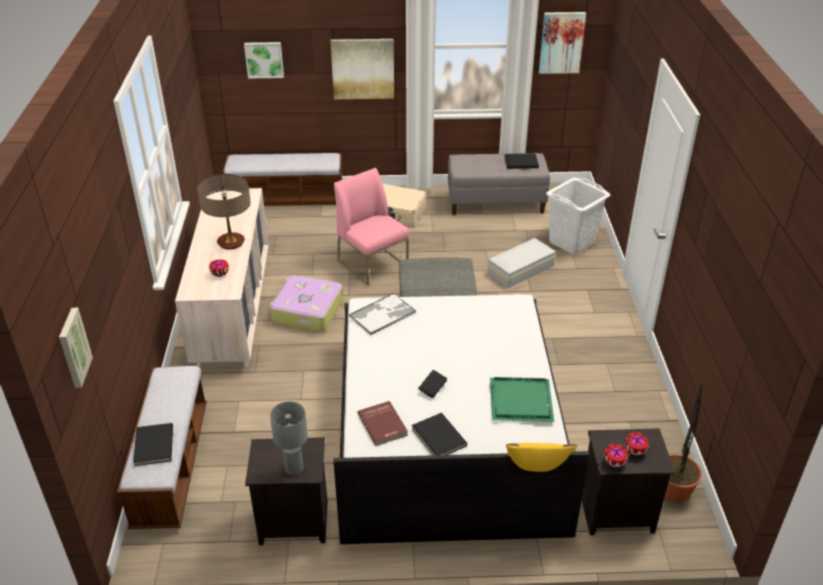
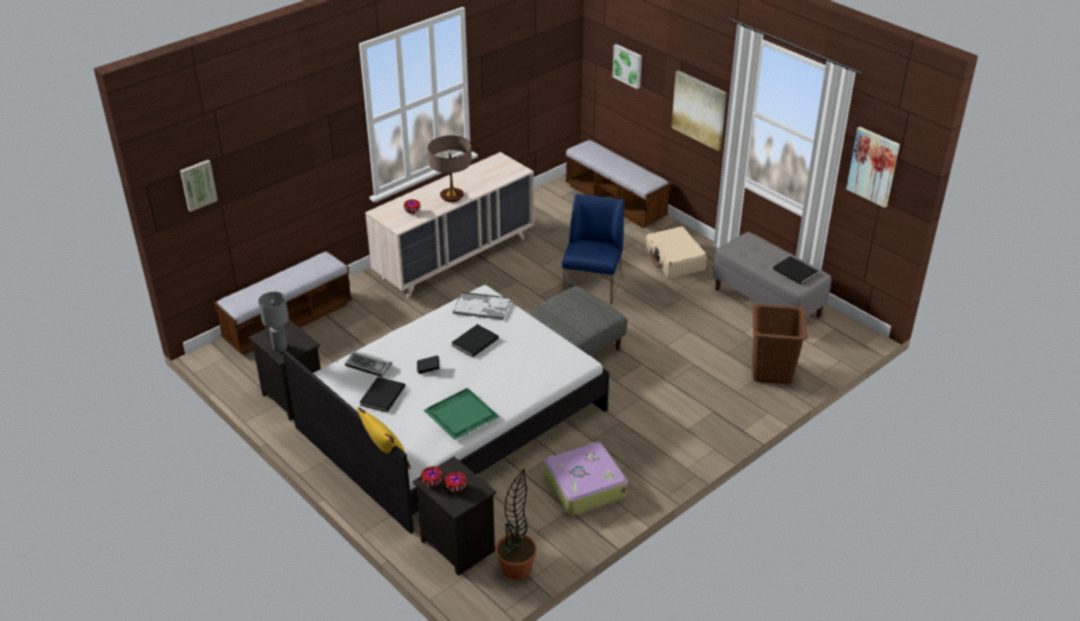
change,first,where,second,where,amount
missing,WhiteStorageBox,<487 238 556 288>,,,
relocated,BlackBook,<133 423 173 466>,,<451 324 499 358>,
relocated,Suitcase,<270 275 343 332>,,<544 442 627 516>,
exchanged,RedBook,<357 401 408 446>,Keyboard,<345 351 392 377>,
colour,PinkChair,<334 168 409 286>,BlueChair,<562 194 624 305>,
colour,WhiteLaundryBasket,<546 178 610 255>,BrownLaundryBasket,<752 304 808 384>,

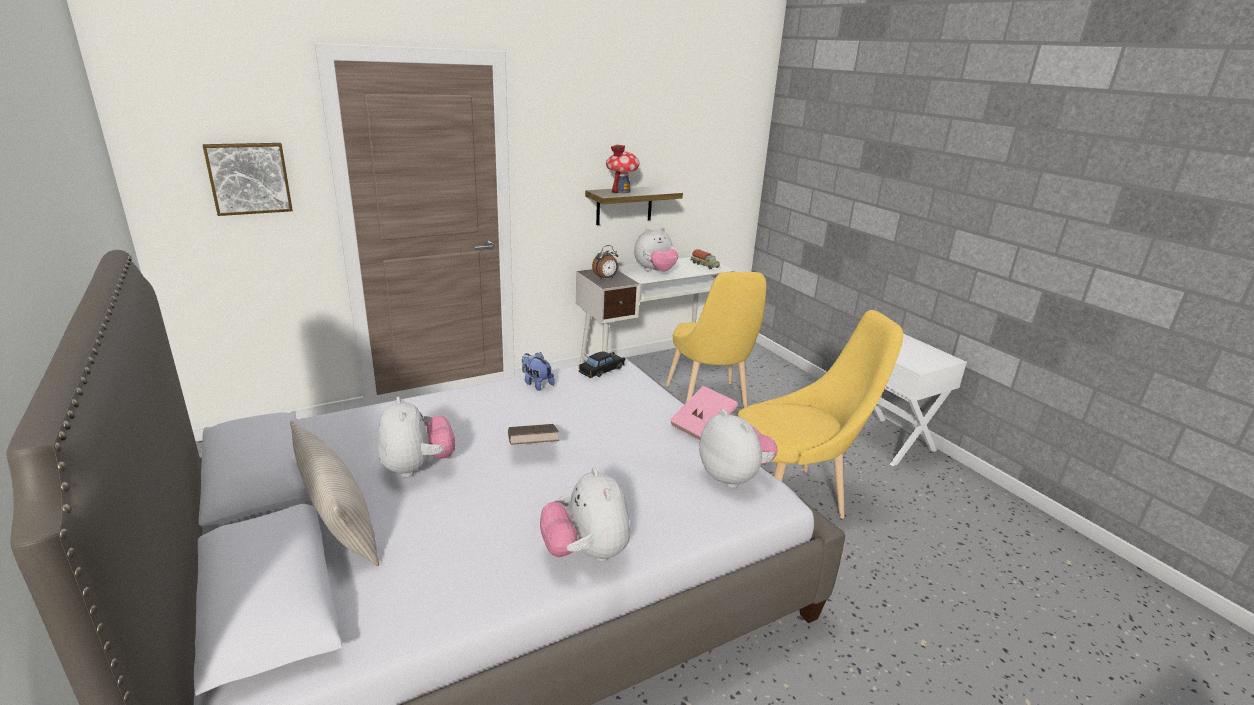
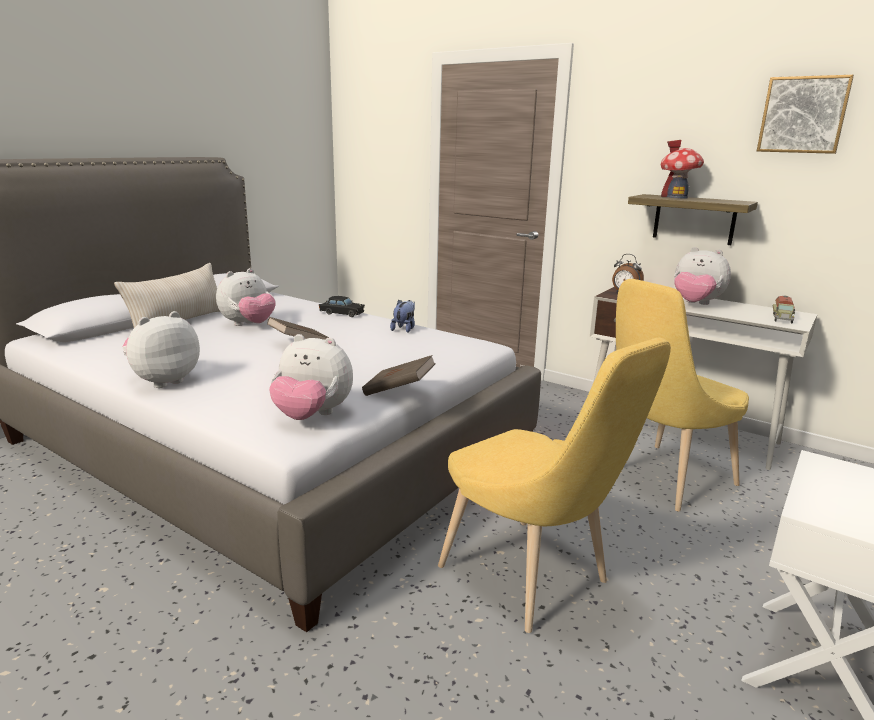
change,first,where,second,where,amount
relocated,Picture,<203 143 293 216>,,<757 75 854 154>,
relocated,BlackToyCar,<579 351 626 378>,,<319 296 365 317>,
colour,PinkBook,<669 386 738 441>,BrownBook,<362 355 436 396>,
spun,PlushToy,<699 409 778 488>,,<269 334 353 420>,75 degrees clockwise

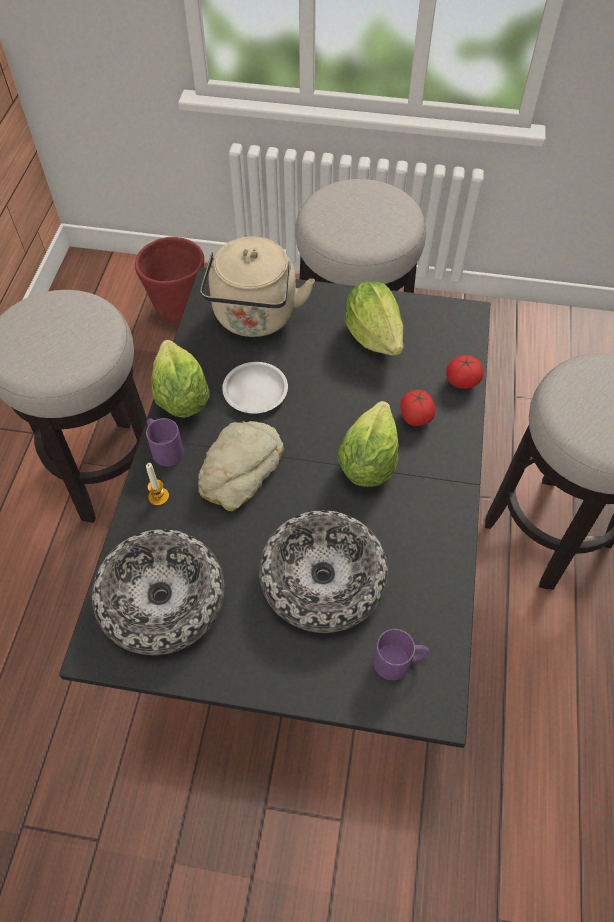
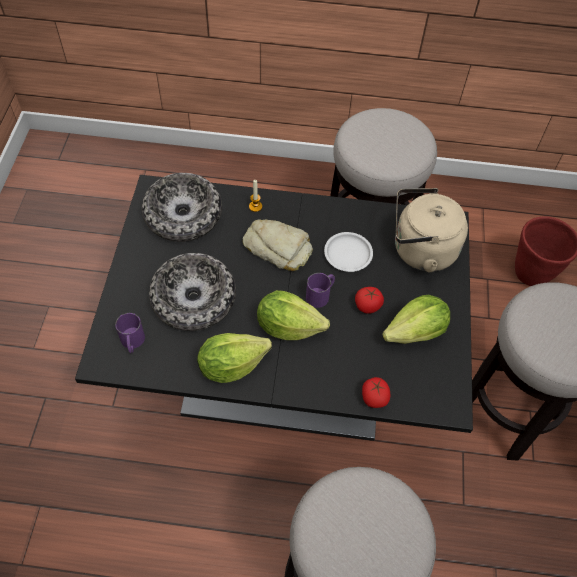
change,first,where,second,where,amount
relocated,PurpleMug,<146 418 184 466>,,<306 273 335 308>,
relocated,Lettuce,<152 340 210 418>,,<197 333 272 383>,
relocated,Tomato,<400 390 435 426>,,<355 287 384 314>,

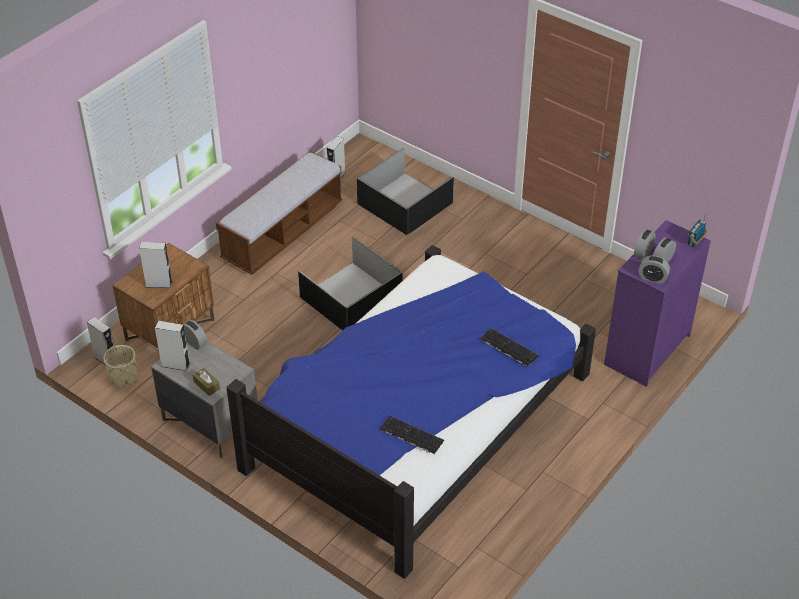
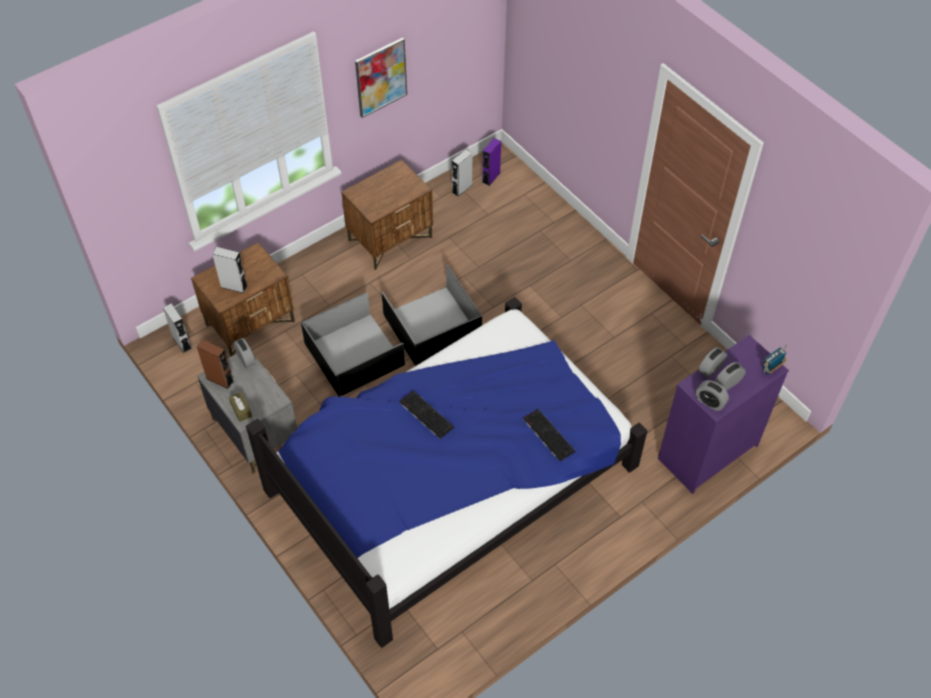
change,first,where,second,where,amount
missing,BeigePlanter,<104 345 138 387>,,,
appeared,,,Picture,<355 38 407 118>,
appeared,,,PurpleSpeaker,<482 138 501 186>,
relocated,BlackStorageBox,<357 148 454 235>,,<301 292 405 397>,
relocated,Keyboard,<380 416 444 454>,,<399 391 454 439>,
exchanged,Bench,<216 151 342 274>,BrownNightstand,<341 160 433 270>,
colour,GreySpeaker,<155 321 190 371>,BrownSpeaker,<197 340 234 389>,

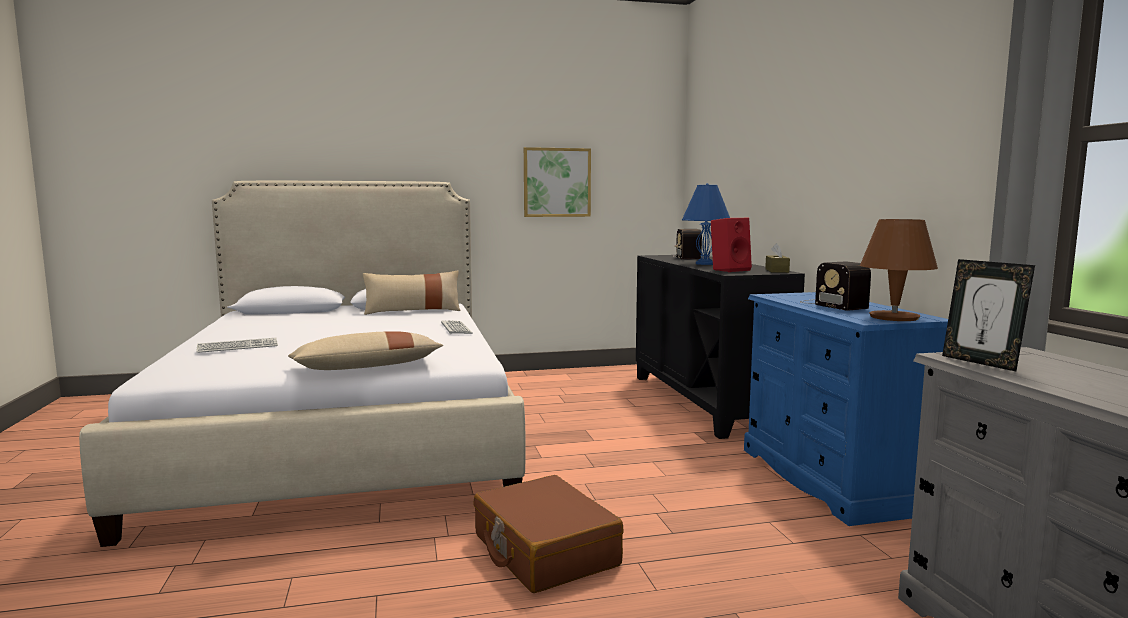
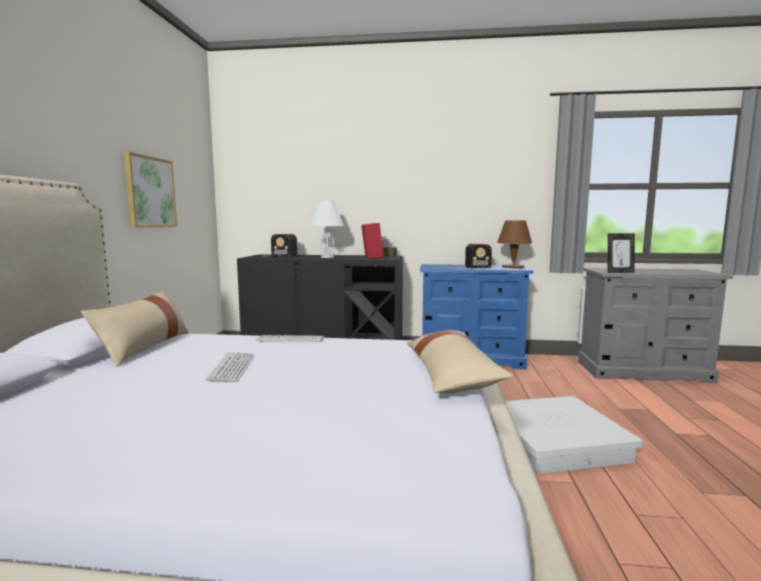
change,first,where,second,where,amount
relocated,Keyboard,<196 338 278 353>,,<206 352 254 382>,
exchanged,BrownSuitcase,<473 475 624 593>,WhiteStorageBox,<506 396 643 474>,
colour,BlueTableLamp,<682 183 730 265>,WhiteTableLamp,<310 200 344 258>,

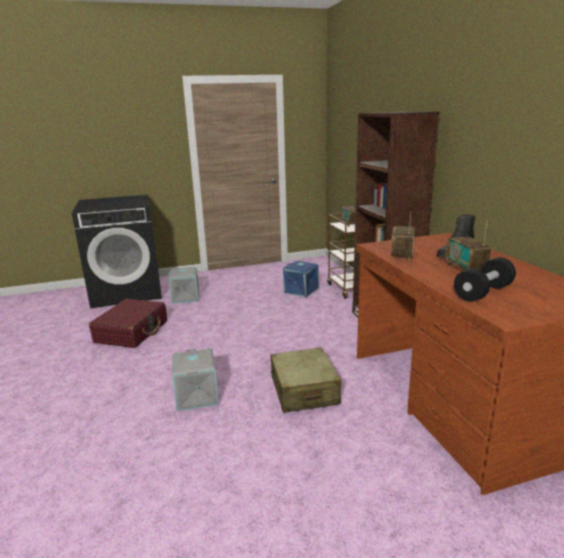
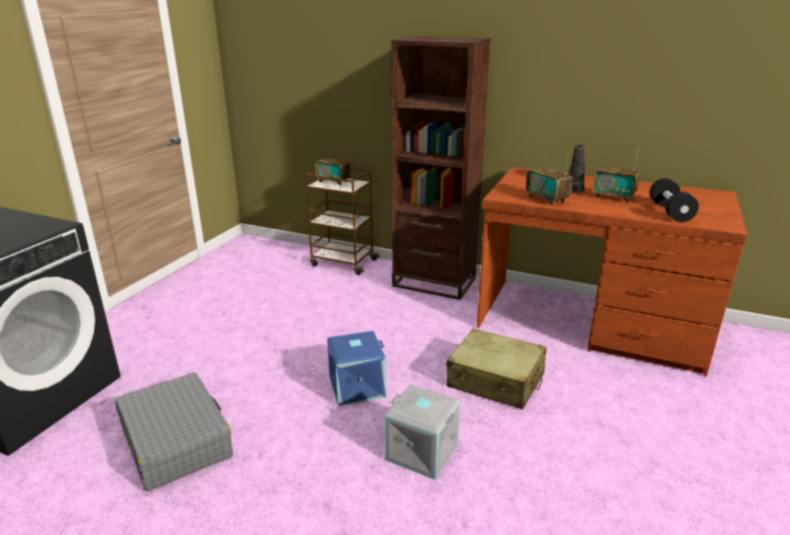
change,first,where,second,where,amount
missing,GreyStorageBox,<168 267 199 304>,,,
relocated,BlueStorageBox,<283 261 319 298>,,<327 331 386 406>,
colour,RedSuitcase,<89 299 167 348>,GreySuitcase,<115 373 233 491>,

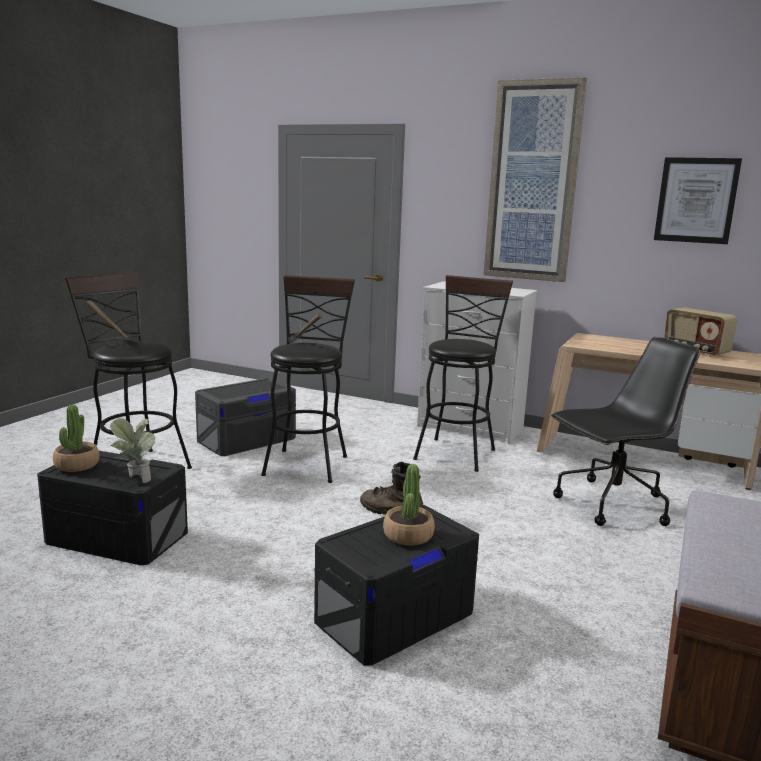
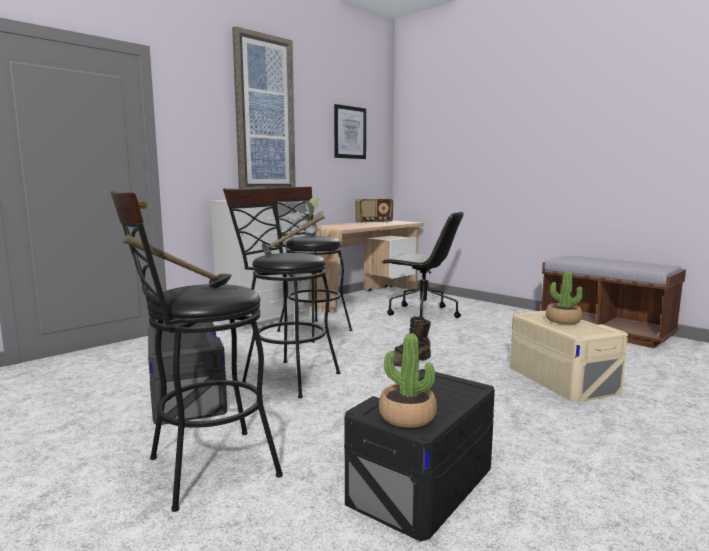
change,first,where,second,where,amount
relocated,PottedPlant,<110 418 155 483>,,<296 197 324 236>,
colour,BlackStorageBox,<314 505 479 666>,BeigeStorageBox,<510 310 628 403>,
spun,BlackOfficeChair,<551 337 700 526>,,<382 211 464 318>,120 degrees clockwise

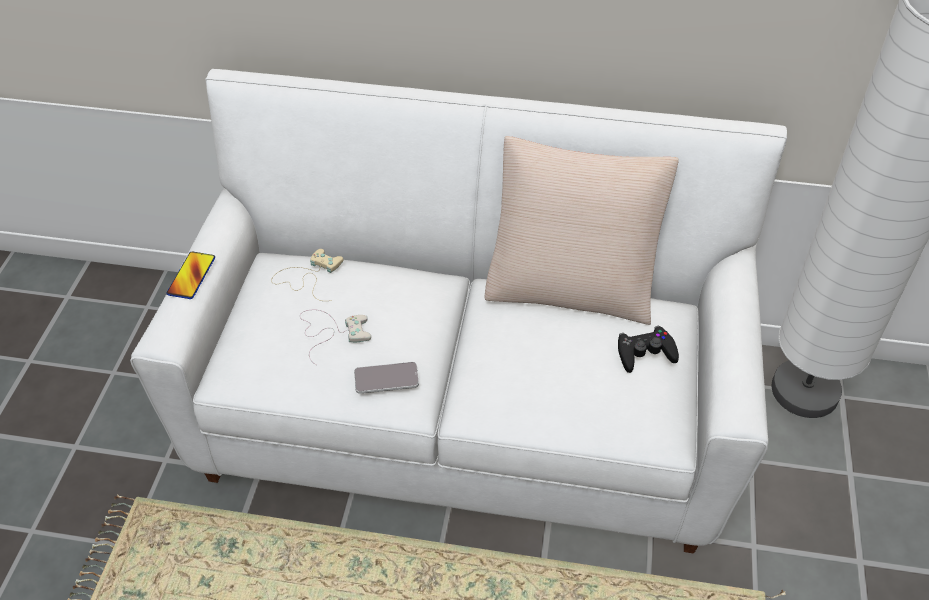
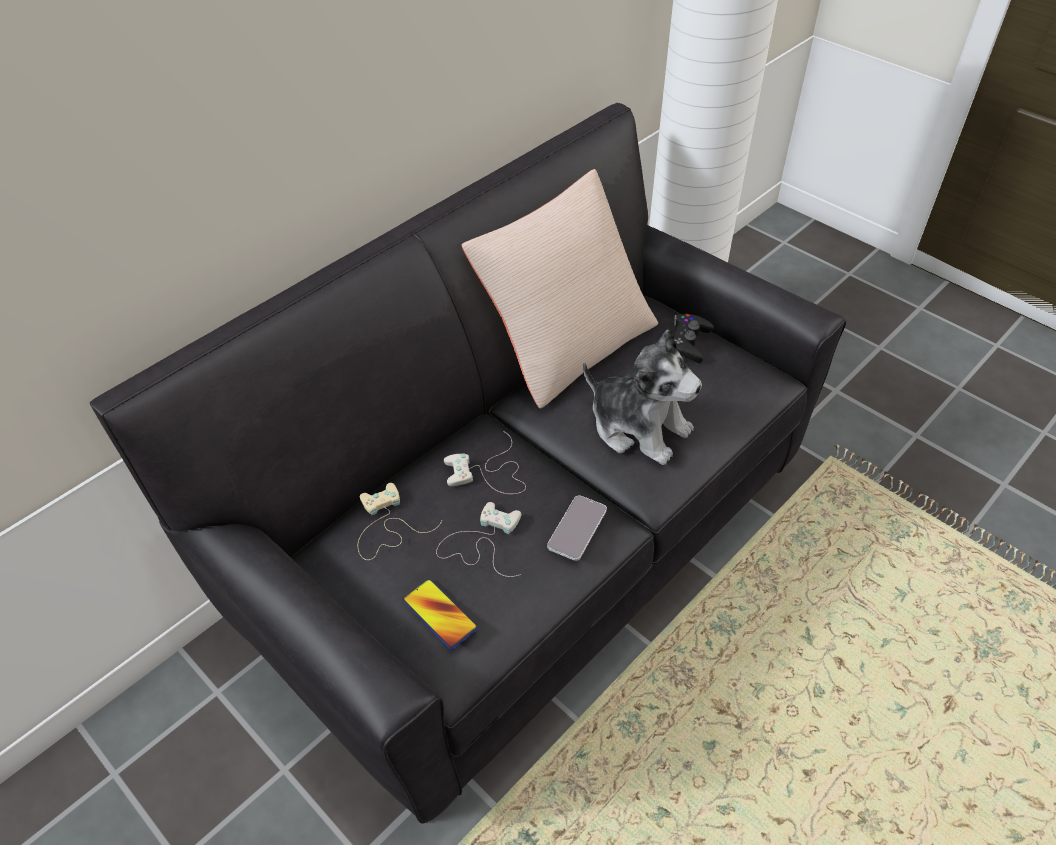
change,first,where,second,where,amount
appeared,,,WhiteGameController,<444 431 526 494>,
appeared,,,PlushToy,<583 330 702 465>,
relocated,Phone,<167 251 215 299>,,<403 579 478 649>,
colour,WhiteSofa,<130 69 787 553>,BlackSofa,<90 103 846 824>,

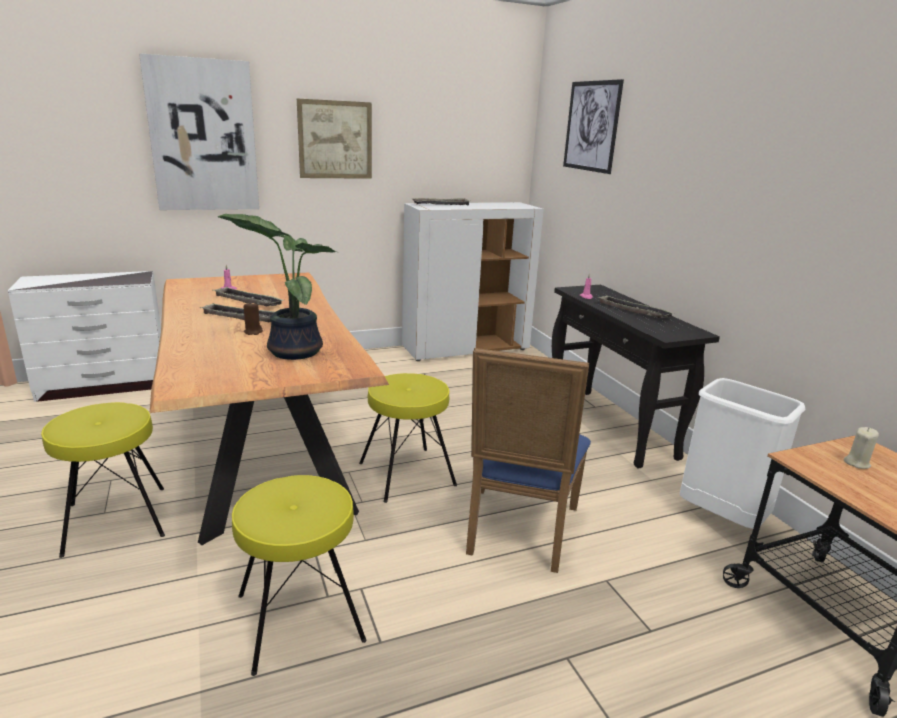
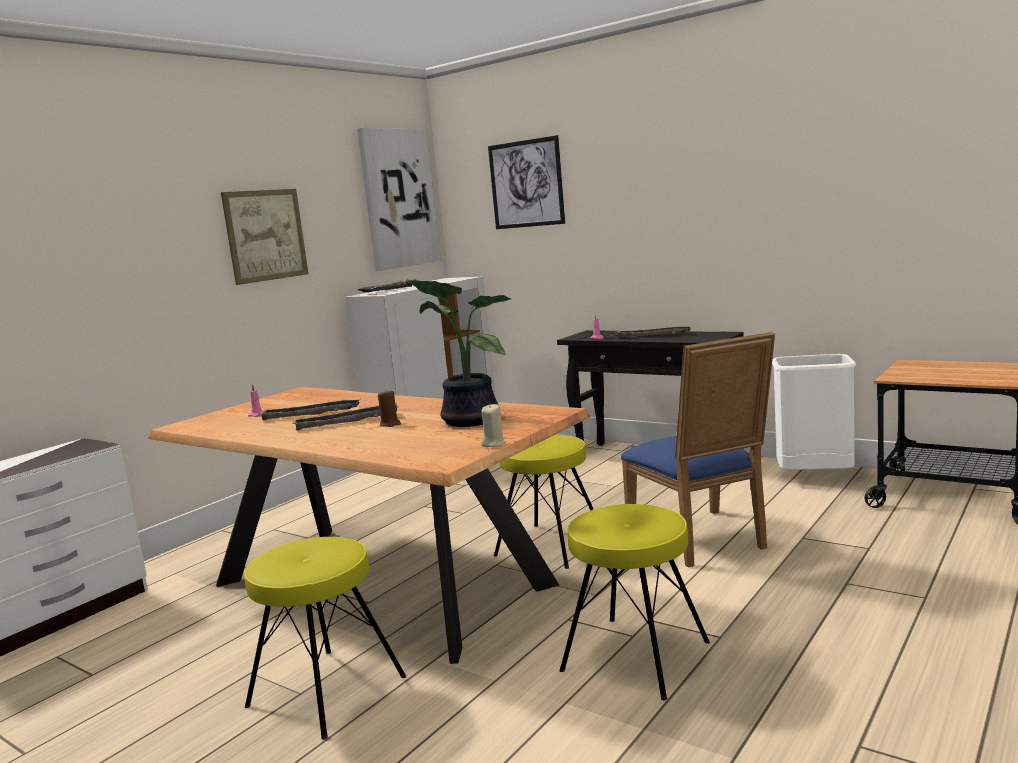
change,first,where,second,where,amount
relocated,Picture,<139 53 259 210>,,<357 128 441 271>,
relocated,BeigeCandle,<844 427 879 469>,,<481 404 506 447>,

